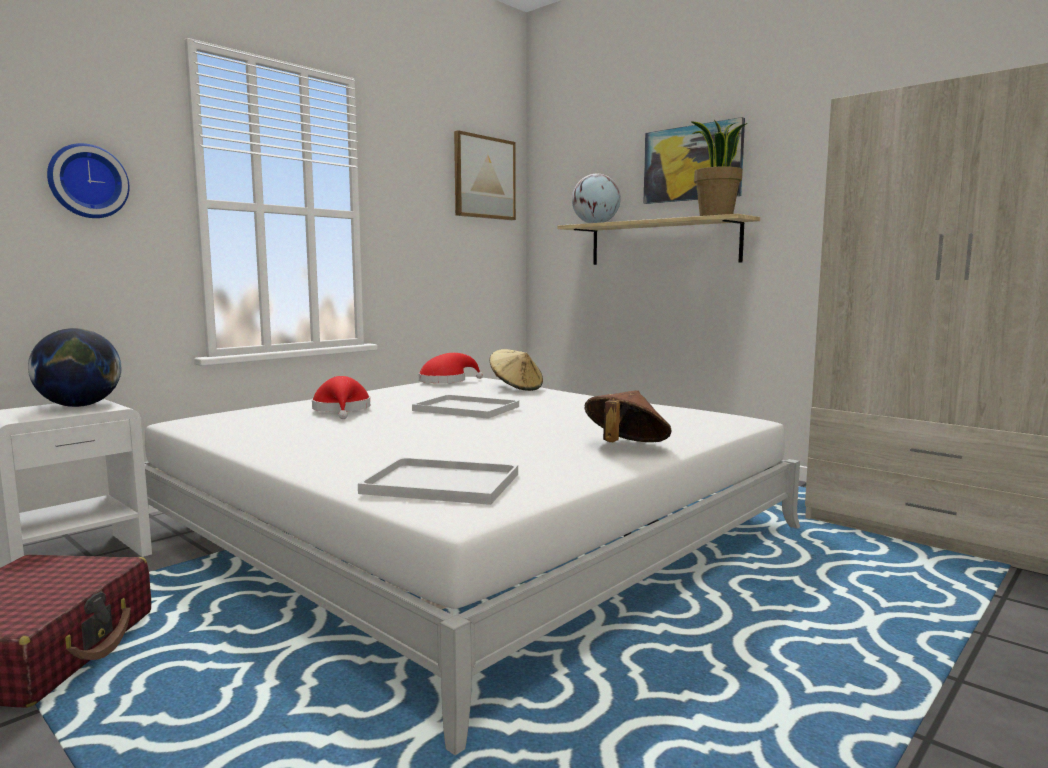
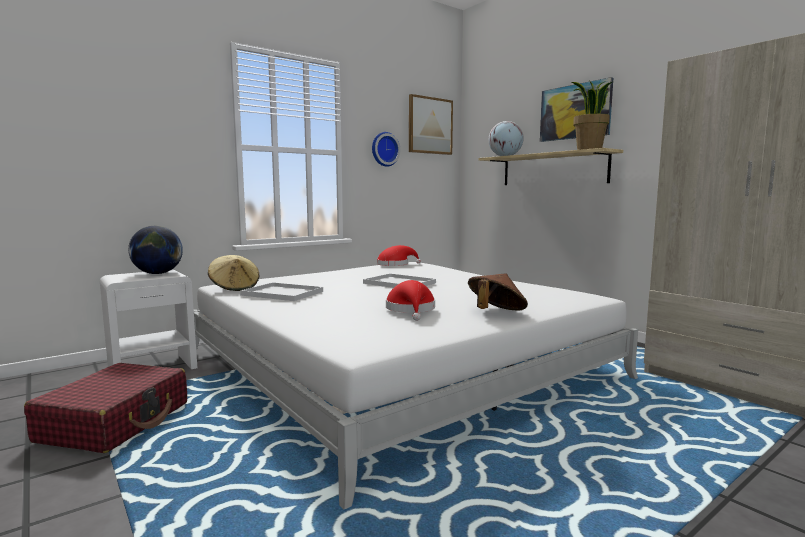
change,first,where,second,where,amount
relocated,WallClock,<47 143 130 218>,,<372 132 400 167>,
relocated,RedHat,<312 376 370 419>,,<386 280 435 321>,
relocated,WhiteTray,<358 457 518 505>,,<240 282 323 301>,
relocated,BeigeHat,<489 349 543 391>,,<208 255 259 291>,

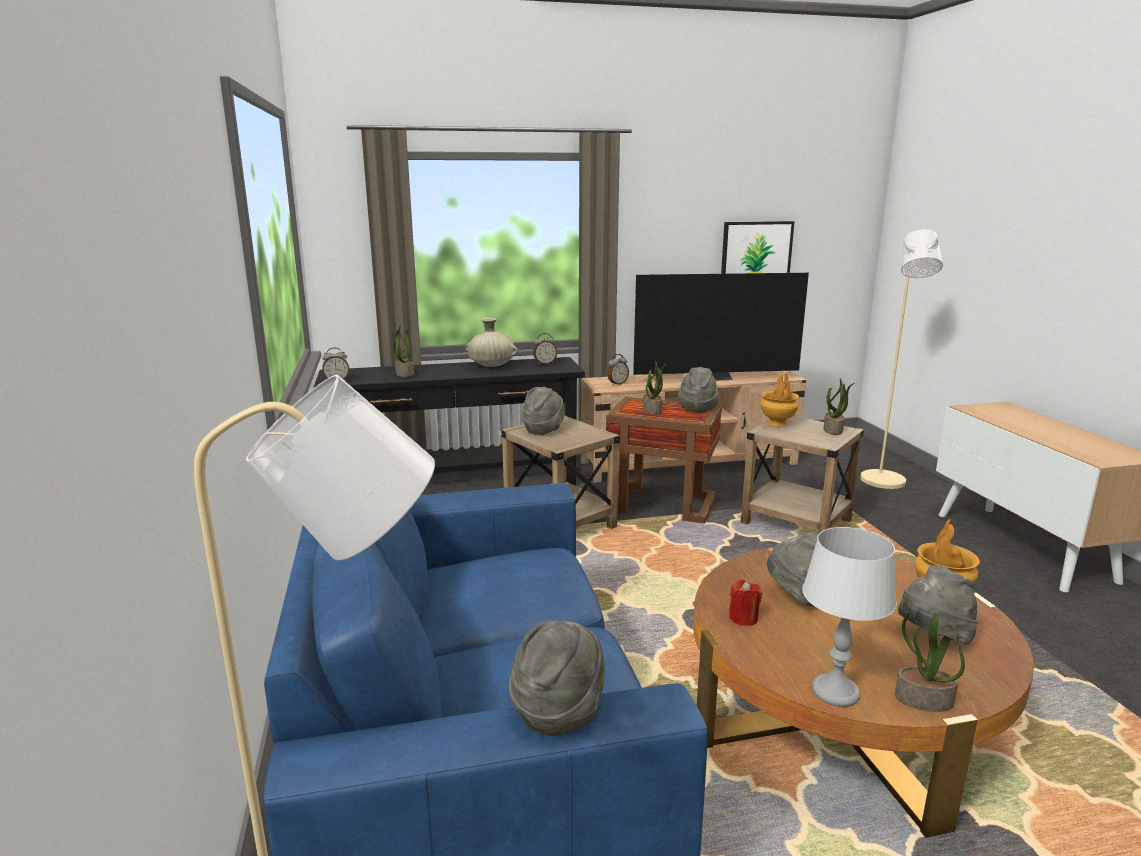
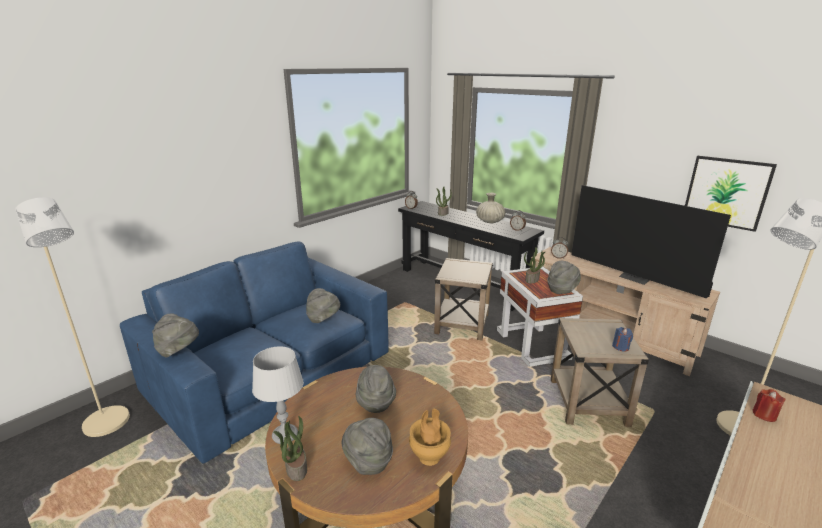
change,first,where,second,where,amount
missing,BrownVase,<760 373 799 427>,,,
relocated,GreyHat,<522 387 565 435>,,<306 288 340 323>,
relocated,RedCandle,<729 580 762 626>,,<752 389 786 422>,
exchanged,PottedPlant,<823 379 854 435>,BlueCandle,<612 327 633 351>,
colour,BrownSideTable,<606 397 722 524>,WhiteSideTable,<497 266 583 367>,

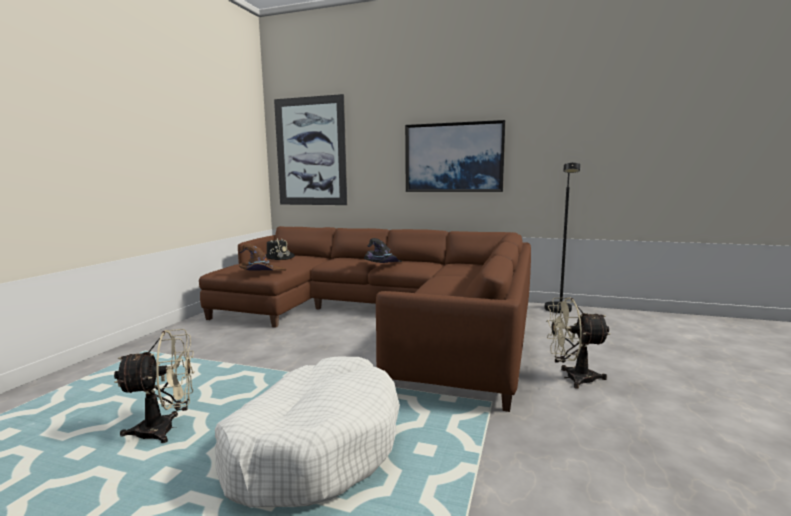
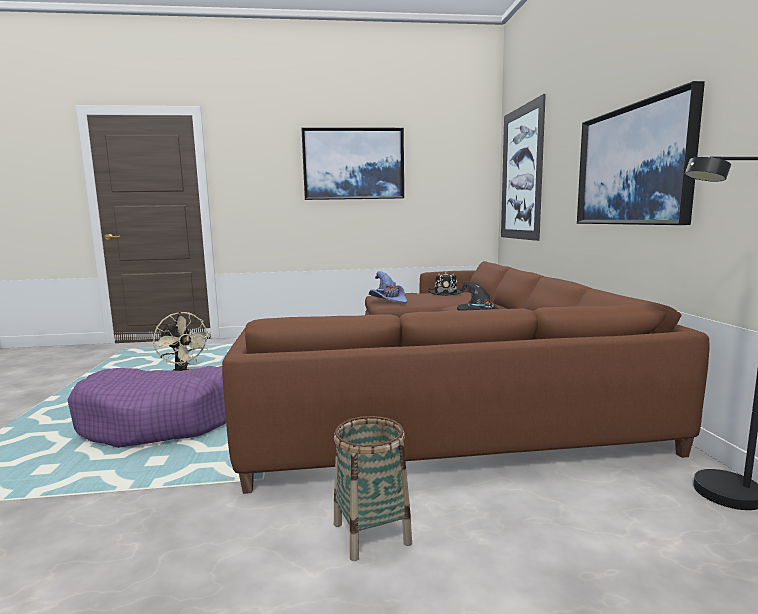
change,first,where,second,where,amount
appeared,,,Picture,<301 127 404 200>,
exchanged,BeigeFan,<546 297 610 389>,Basket,<334 416 412 561>,
colour,WhiteDogBed,<215 357 400 508>,PurpleDogBed,<68 366 226 448>,
colour,BrownHat,<239 244 286 271>,PurpleHat,<369 271 407 304>,

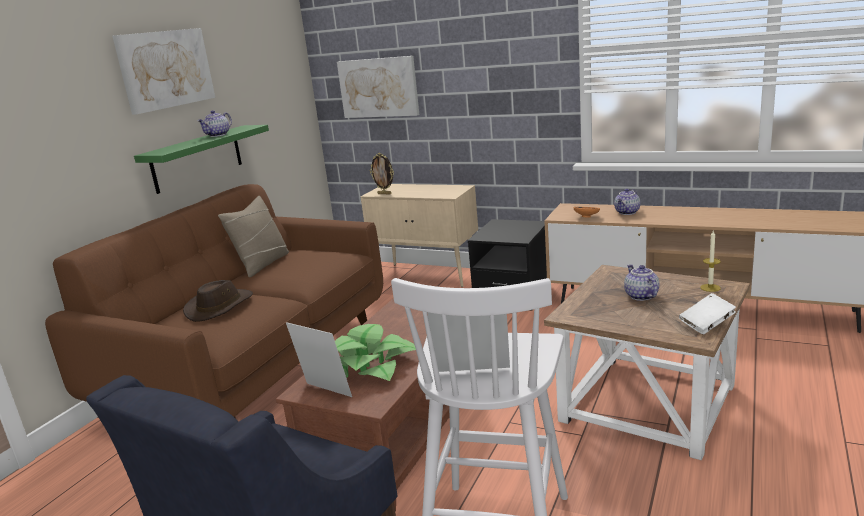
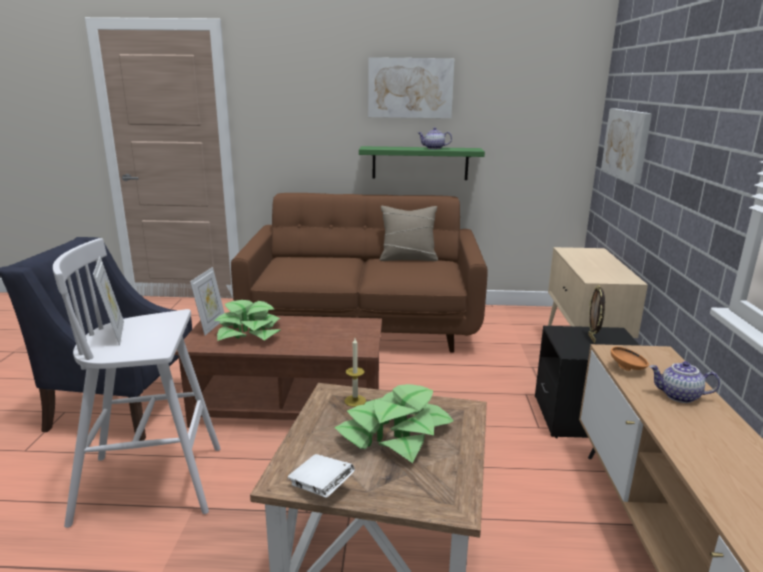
change,first,where,second,where,amount
missing,BrownHat,<183 280 253 322>,,,
relocated,PictureFrame,<370 153 394 195>,,<588 285 605 343>,
relocated,Candle,<700 231 721 292>,,<344 338 366 407>,
exchanged,Teapot,<624 264 659 301>,PottedPlant,<334 384 454 463>,

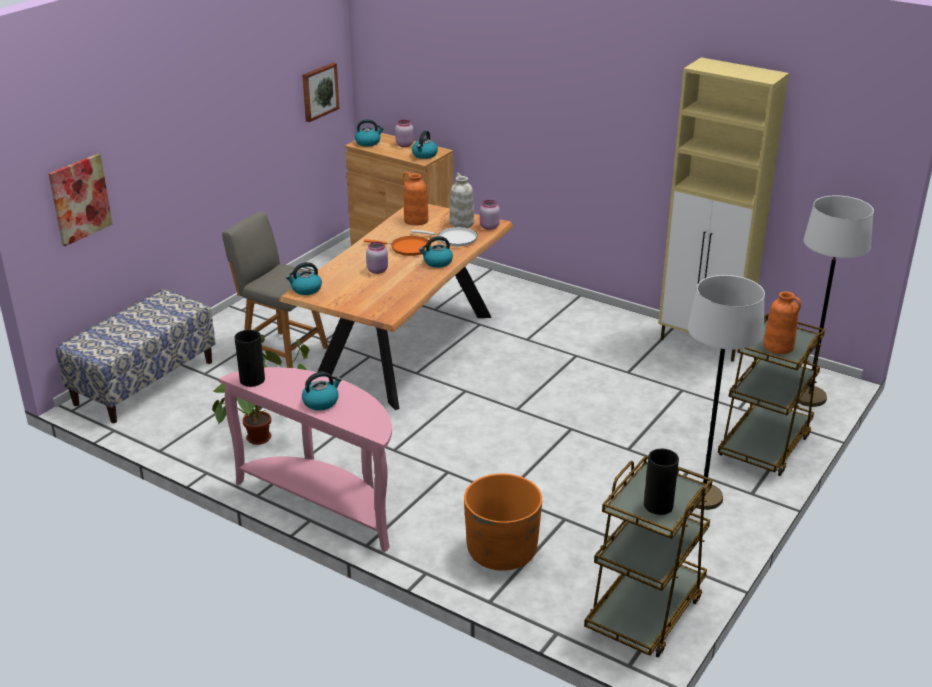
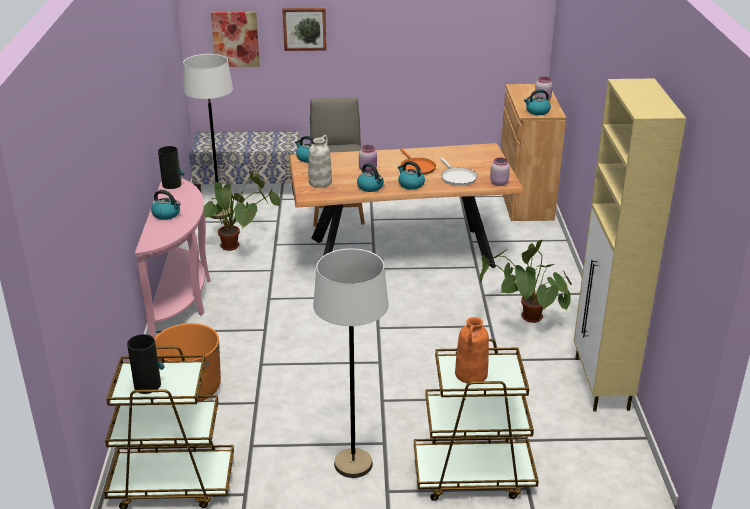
change,first,where,second,where,amount
missing,OrangeVase,<403 172 428 226>,,,
appeared,,,PottedPlant,<479 240 572 323>,
relocated,Picture,<302 63 340 122>,,<282 8 327 51>,
relocated,Kettle,<355 119 384 147>,,<357 163 384 192>,
relocated,WhiteVase,<450 173 474 228>,,<308 135 332 188>,
relocated,WhiteFloorLamp,<798 195 874 407>,,<183 54 233 219>,

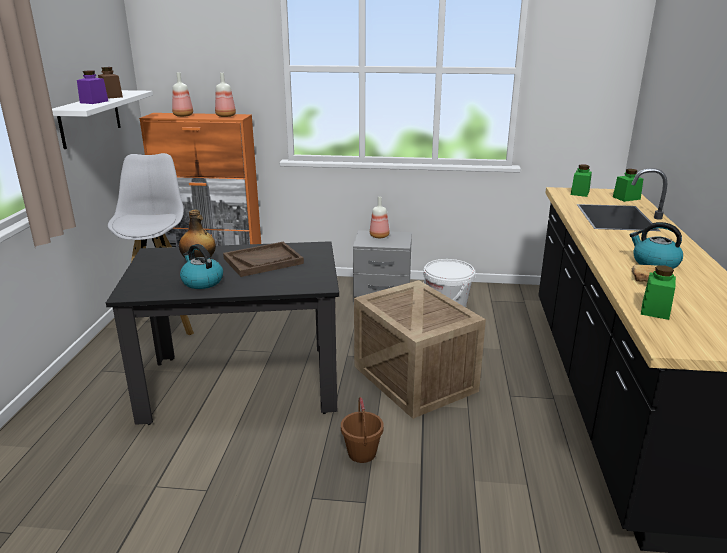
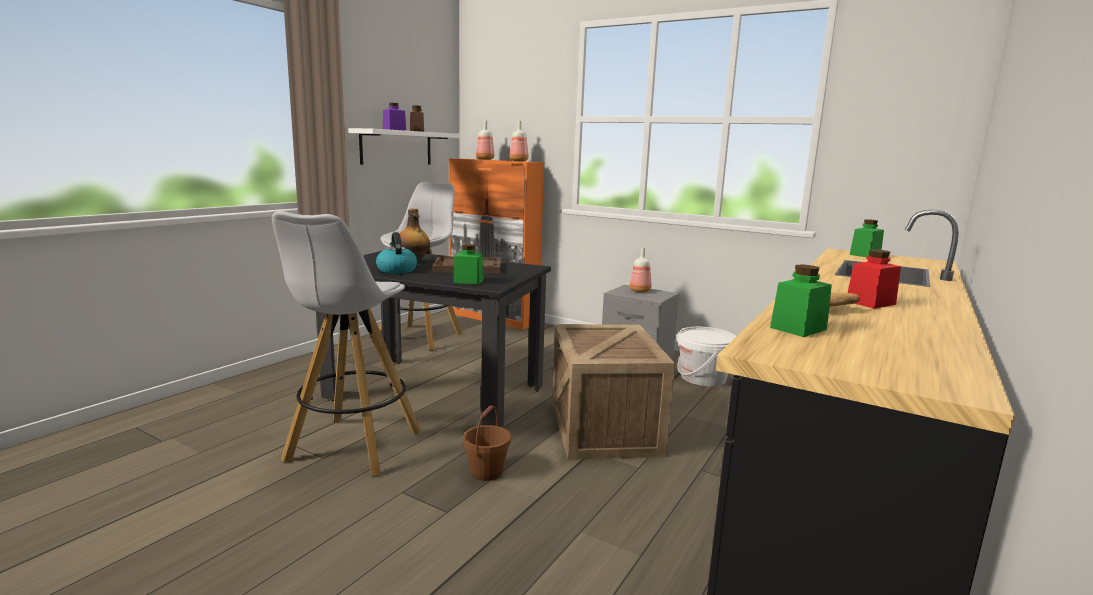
change,first,where,second,where,amount
appeared,,,WhiteStool,<272 211 421 476>,
relocated,GreenJar,<613 169 643 202>,,<453 244 483 284>,
exchanged,Kettle,<630 222 683 269>,RedJar,<848 249 901 309>,

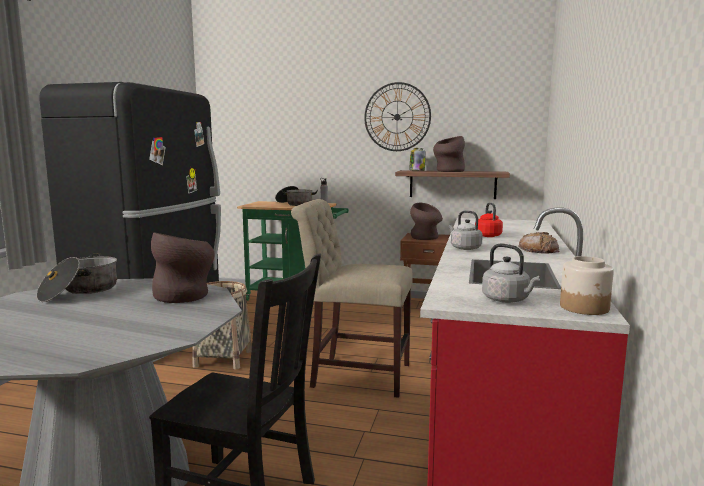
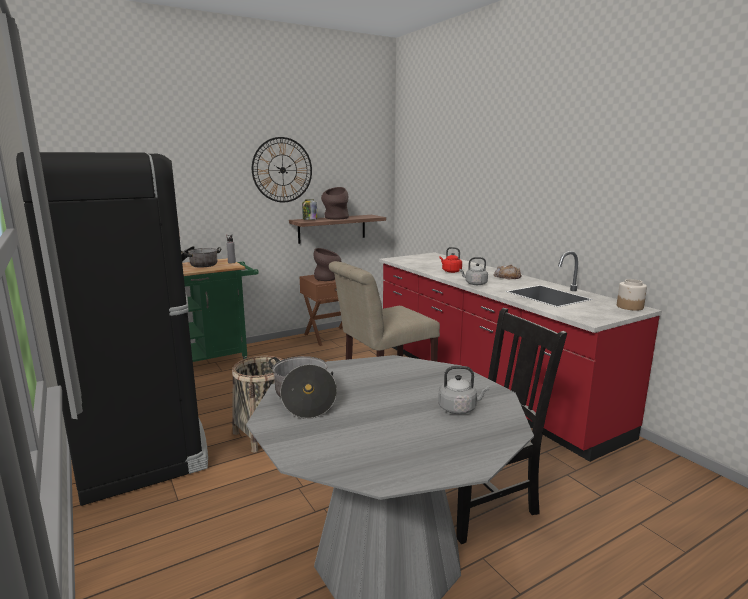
change,first,where,second,where,amount
missing,BrownVase,<151 232 214 303>,,,
relocated,GreyKettle,<482 243 540 303>,,<438 366 489 414>,

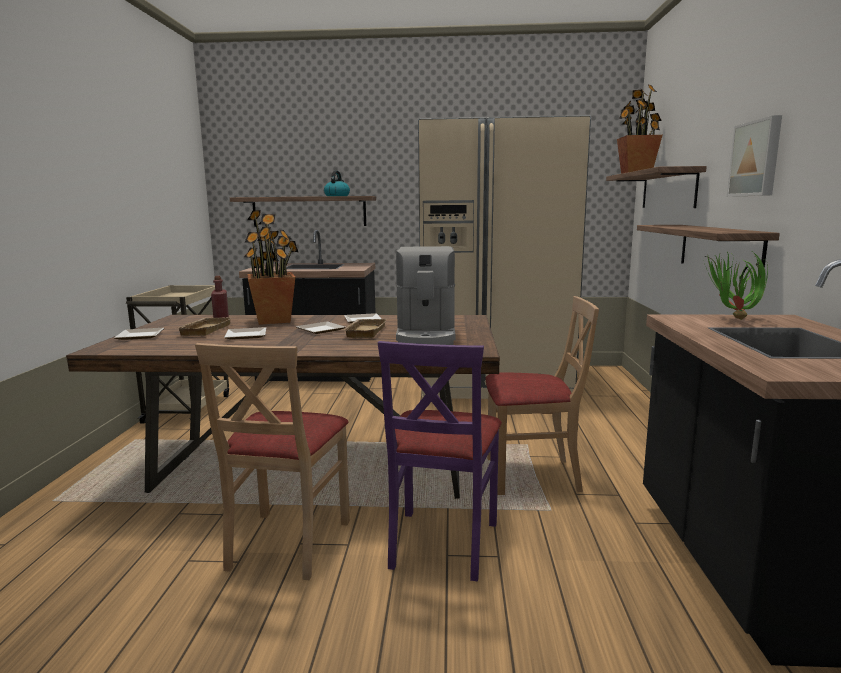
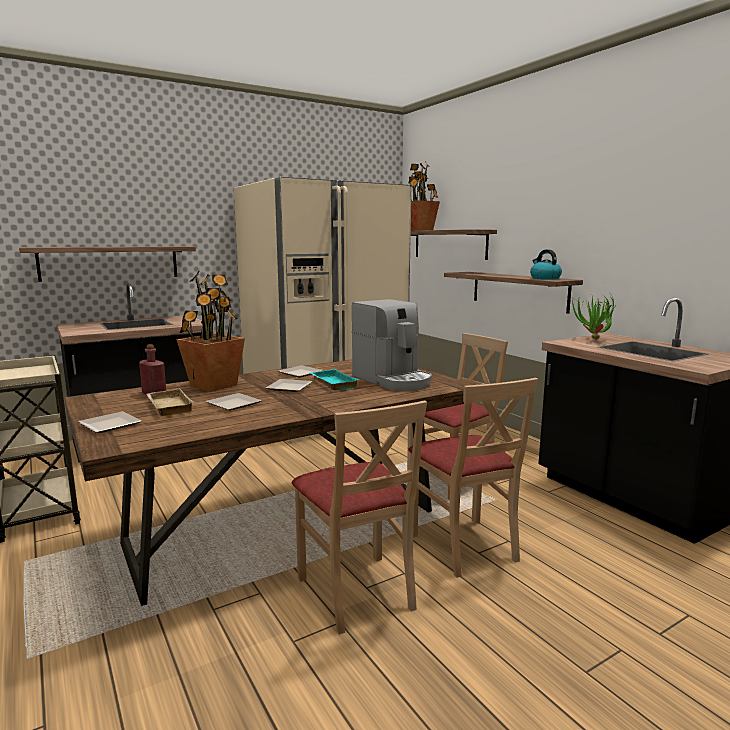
change,first,where,second,where,amount
missing,Picture,<727 115 782 197>,,,
relocated,Kettle,<324 171 350 196>,,<530 249 562 280>,
colour,BeigeTray,<343 319 386 338>,TurquoiseTray,<310 369 359 390>,
colour,PurpleChair,<378 341 502 581>,BeigeChair,<408 378 538 578>,

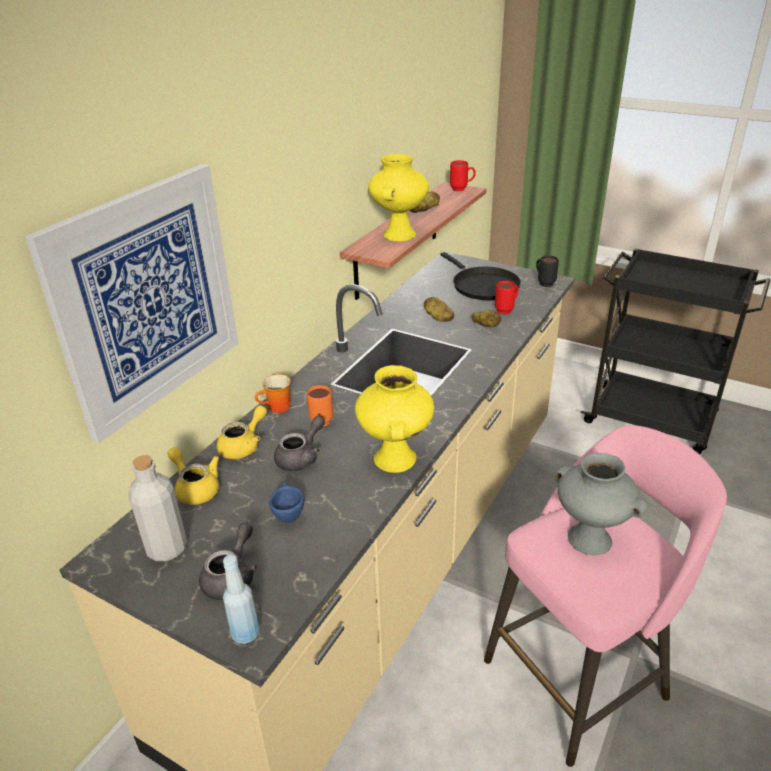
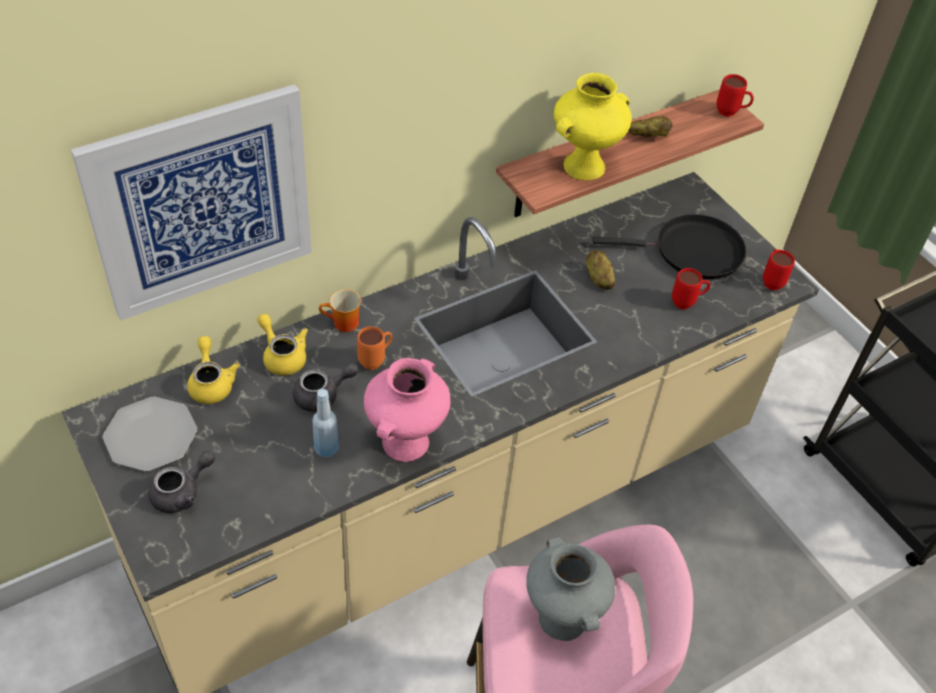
change,first,where,second,where,amount
missing,BlueCup,<269 482 304 523>,,,
missing,Potato,<471 310 501 328>,,,
relocated,BlueBottle,<223 555 259 644>,,<312 389 339 458>,
exchanged,GreyBottle,<128 455 187 561>,Plate,<102 397 197 472>,
colour,YellowVase,<355 365 434 473>,PinkVase,<364 358 450 462>,
colour,BlackMug,<536 255 559 287>,RedMug,<763 249 795 291>,
spun,YellowTeapot,<217 405 267 459>,,<257 314 308 375>,105 degrees counterclockwise
spun,BlackFryingPan,<440 252 521 300>,,<592 214 746 279>,90 degrees counterclockwise

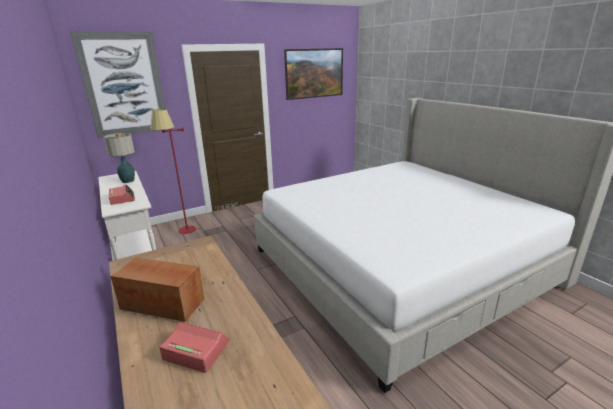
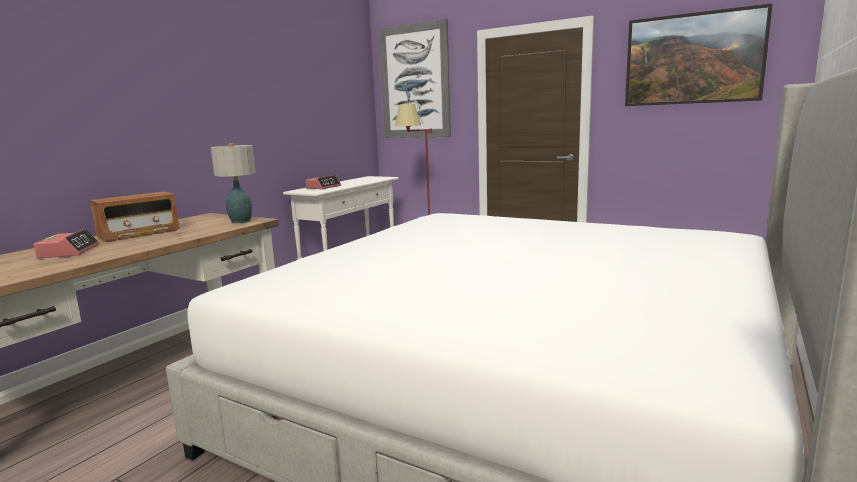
change,first,where,second,where,amount
relocated,TableLamp,<104 133 135 183>,,<211 143 256 223>,
spun,Radio,<110 257 205 322>,,<90 192 180 242>,60 degrees clockwise

